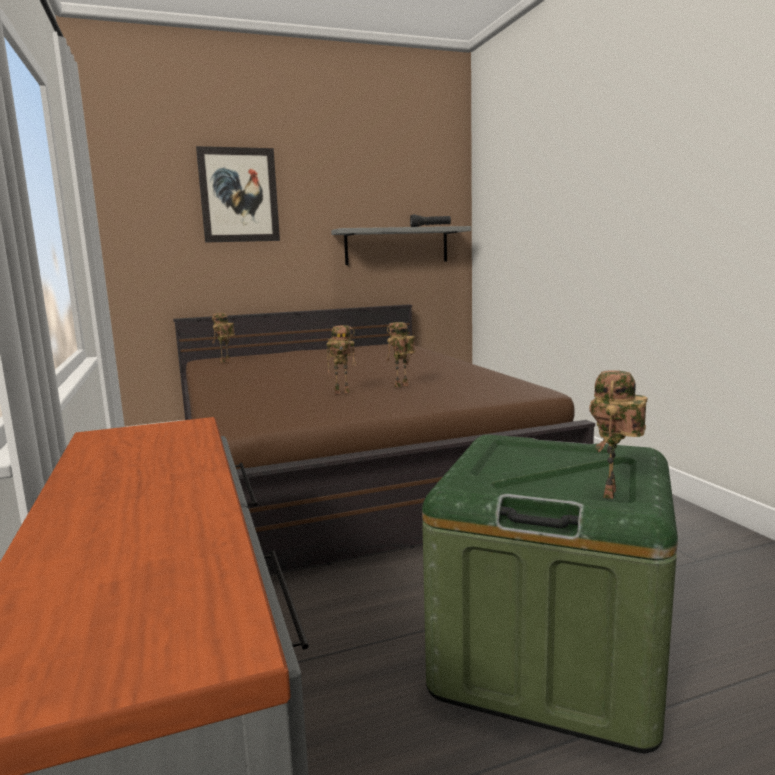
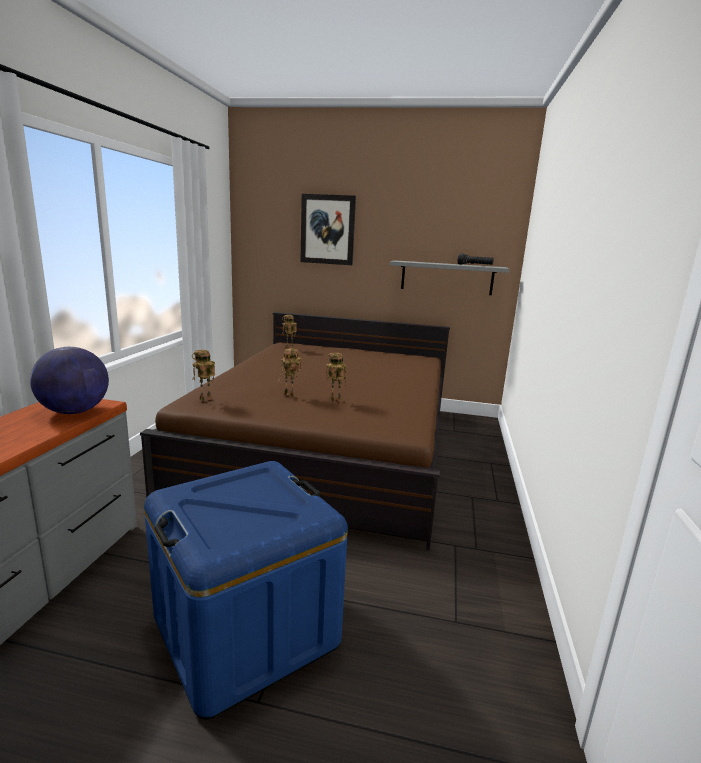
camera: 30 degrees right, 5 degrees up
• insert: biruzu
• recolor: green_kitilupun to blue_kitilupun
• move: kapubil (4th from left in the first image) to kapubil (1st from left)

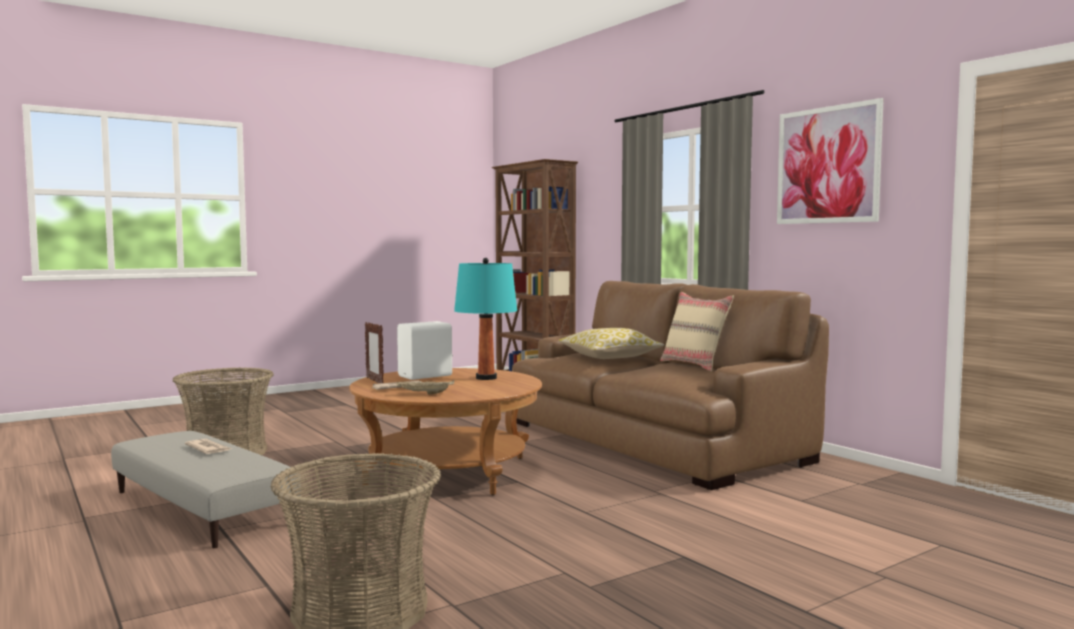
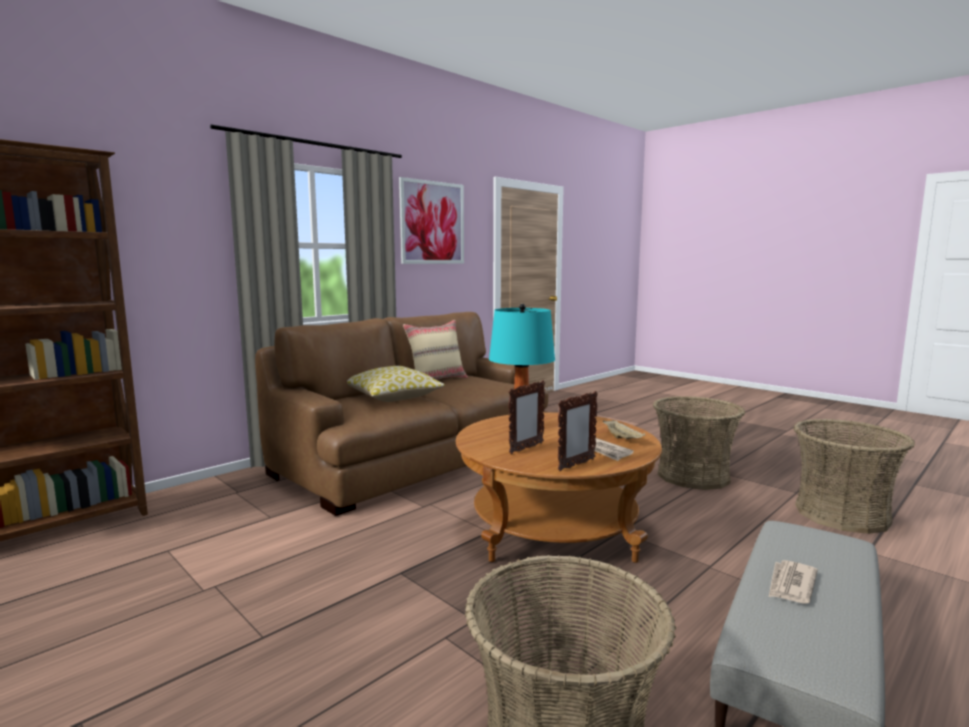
camera: 100 degrees left, 5 degrees up
• replace: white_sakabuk to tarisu (1st from left)
• insert: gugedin (2nd from left)

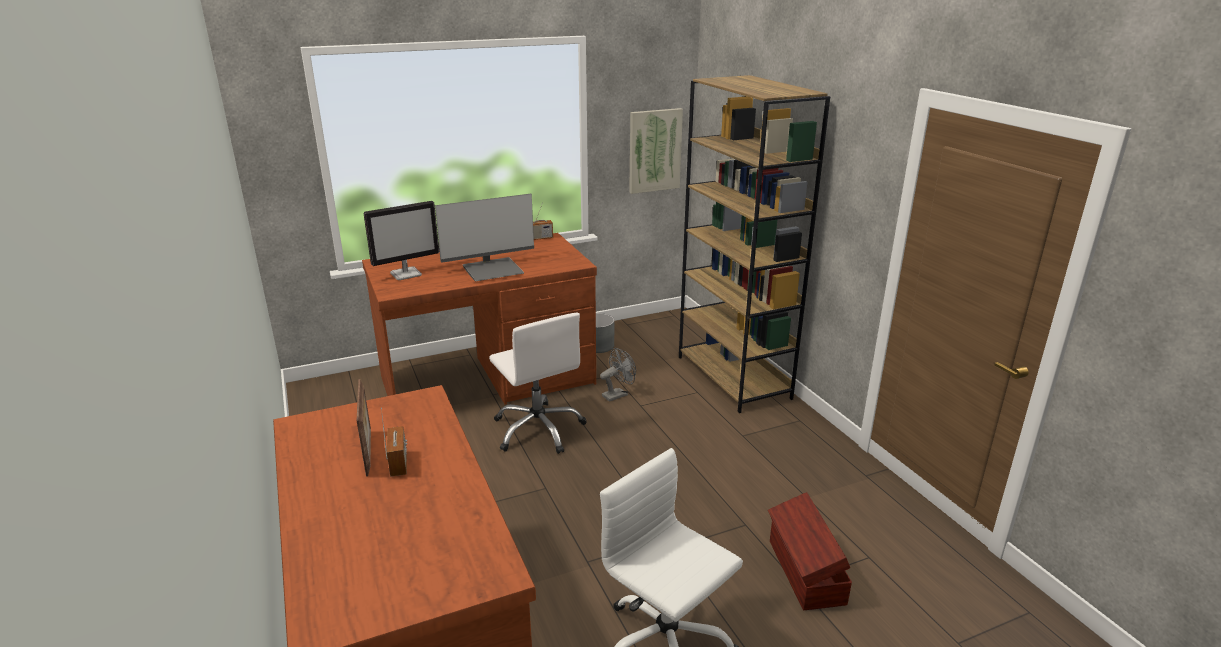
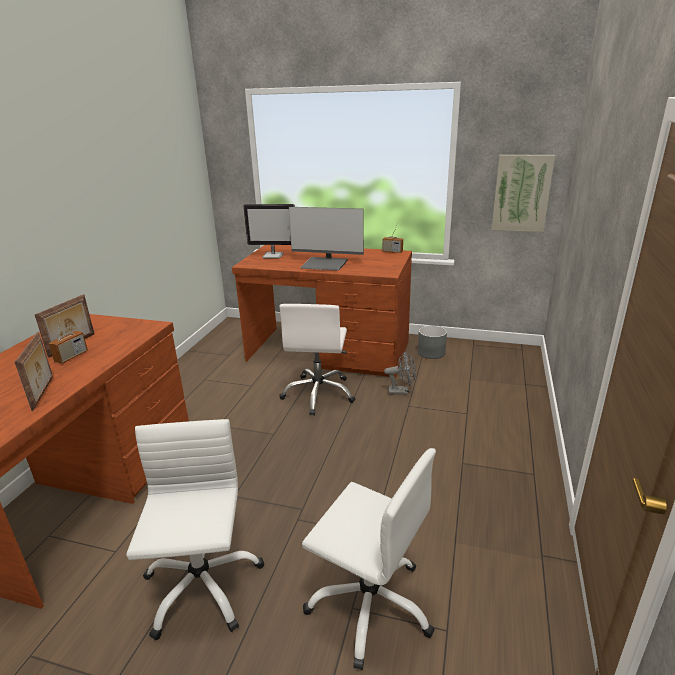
camera: 40 degrees right, 0 degrees up
• insert: tarisu (1st from left)
• replace: brown_kitilupun to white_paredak (3rd from left)
• delete: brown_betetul

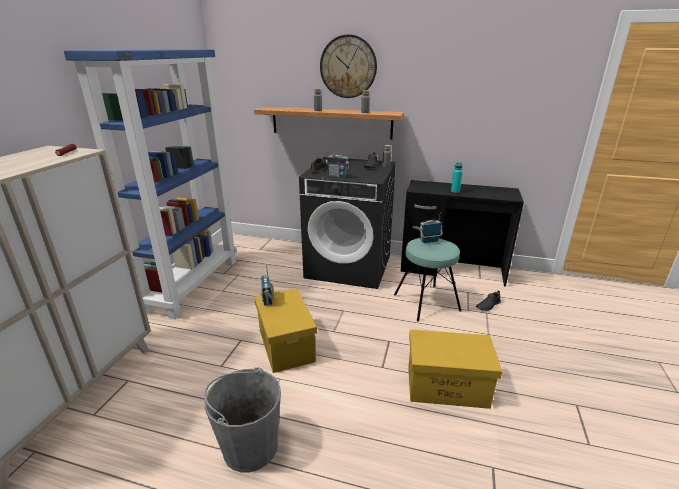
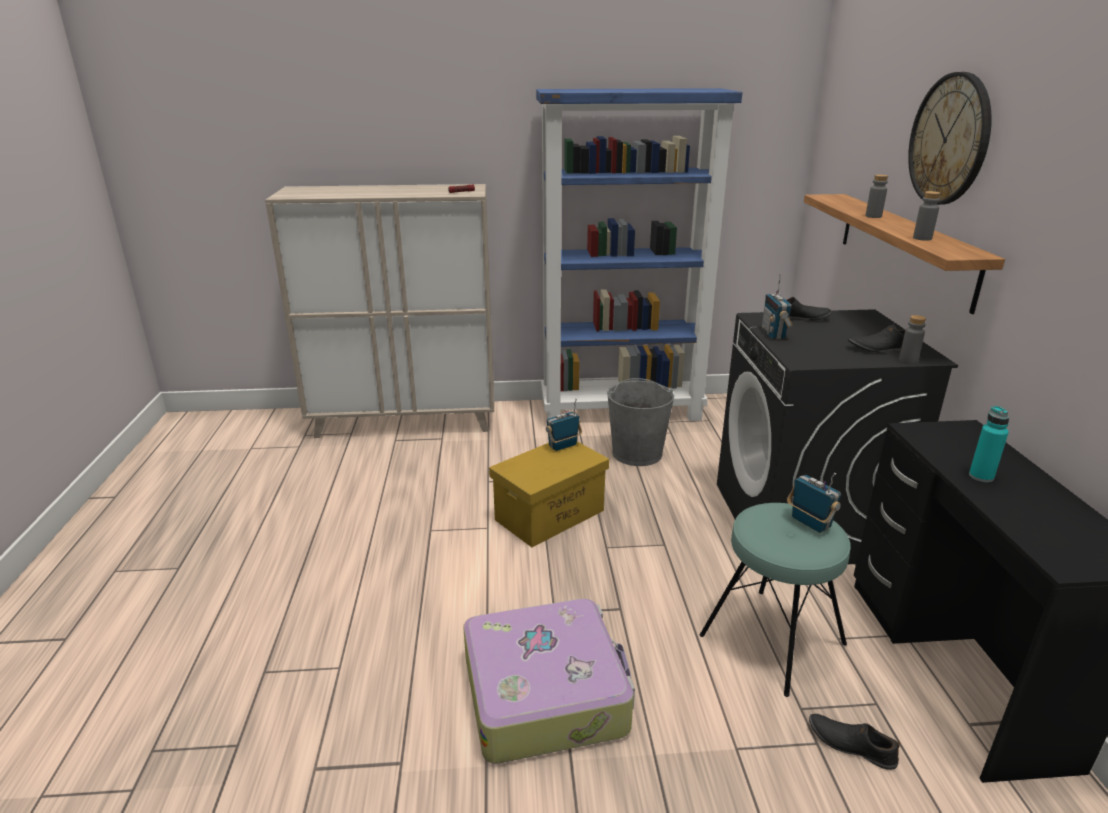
camera: 70 degrees right, 0 degrees up
• replace: yellow_kitilupun (2nd from left) to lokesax
• move: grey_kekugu

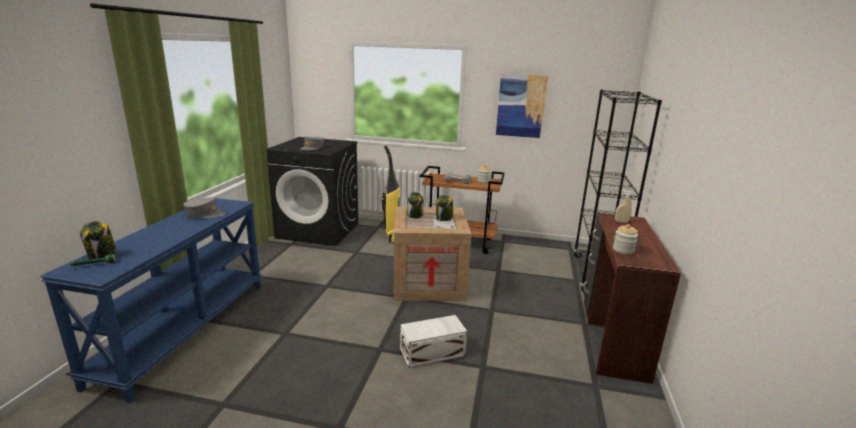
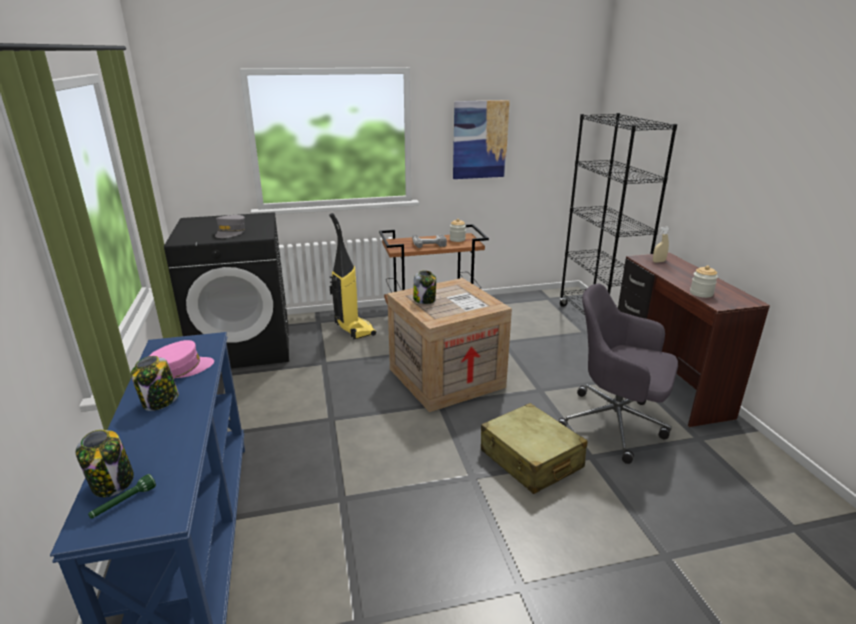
camera: 25 degrees left, 5 degrees up
• move: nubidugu (3rd from left in the first image) to nubidugu (2nd from left)
• recolor: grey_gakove (1st from left) to pink_gakove
• replace: white_kitilupun to beige_lokesax
• insert: grey_paredak

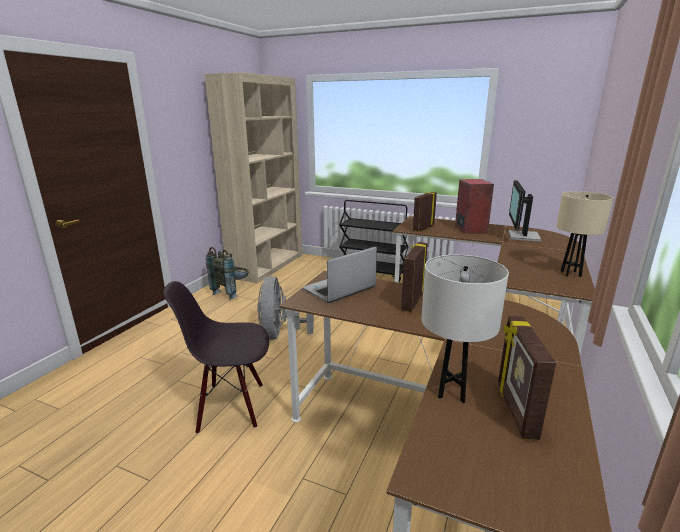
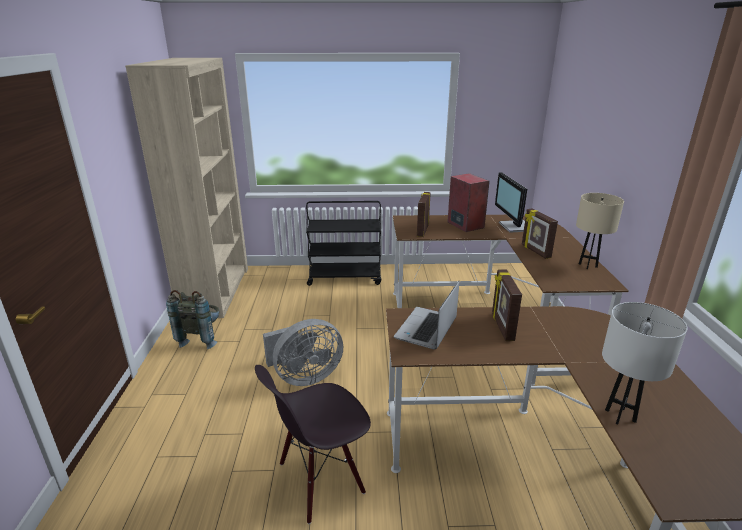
camera: 25 degrees left, 5 degrees up
• rotate: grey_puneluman 90 degrees counterclockwise
• move: tarisu (3rd from left)

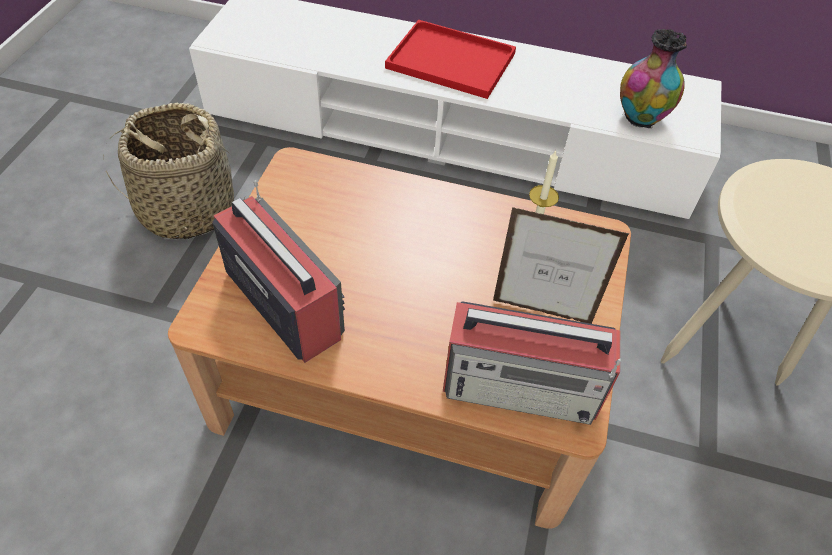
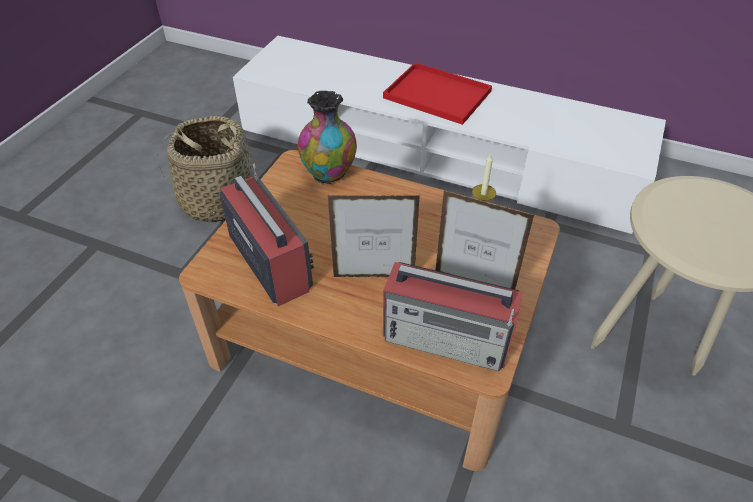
camera: 10 degrees right, 5 degrees down
• move: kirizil
• insert: tarisu (1st from left)

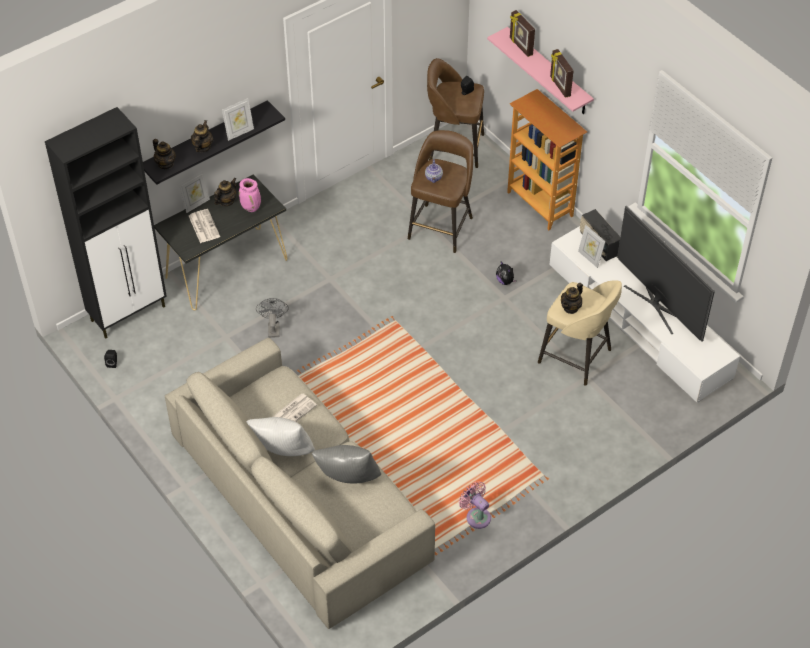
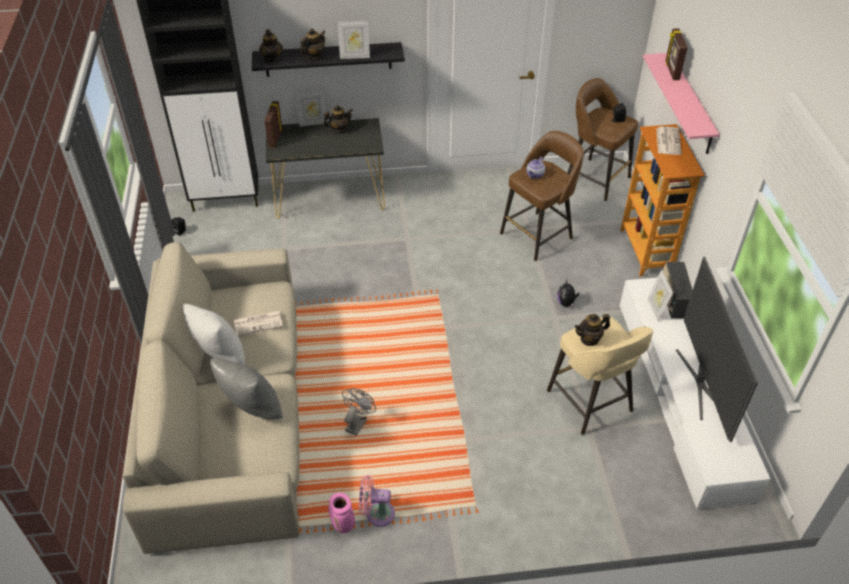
camera: 30 degrees right, 5 degrees down
• move: tarisu (4th from left in the first image) to tarisu (1st from left)
• move: pink_kirizil
• move: grey_puneluman
• rotate: pink_puneluman 75 degrees counterclockwise
• move: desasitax (1st from left in the first image) to desasitax (2nd from left)

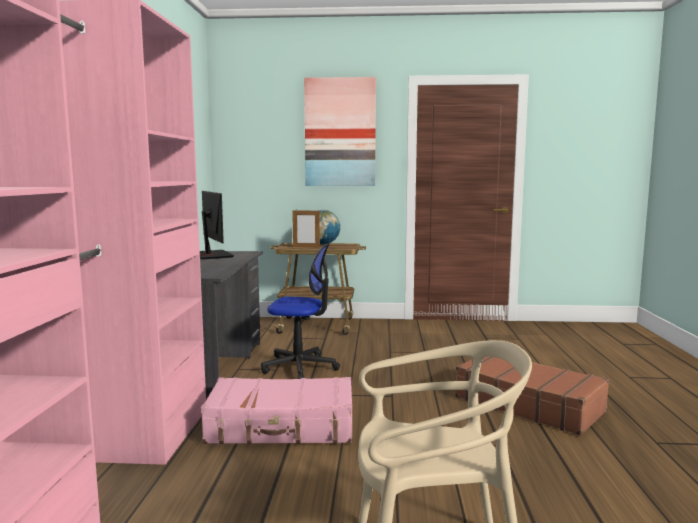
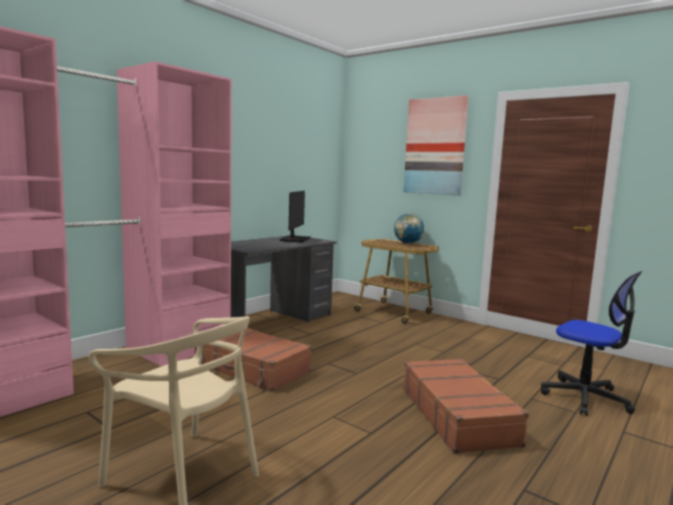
camera: 35 degrees right, 0 degrees up
• recolor: pink_lokesax to brown_lokesax (1st from left)
• move: paredak
• delete: tarisu

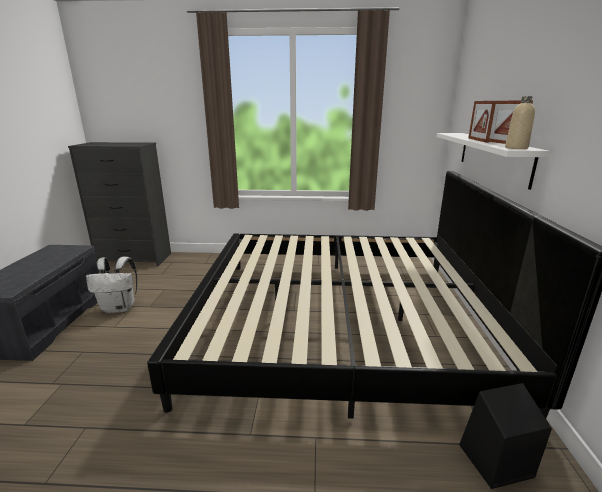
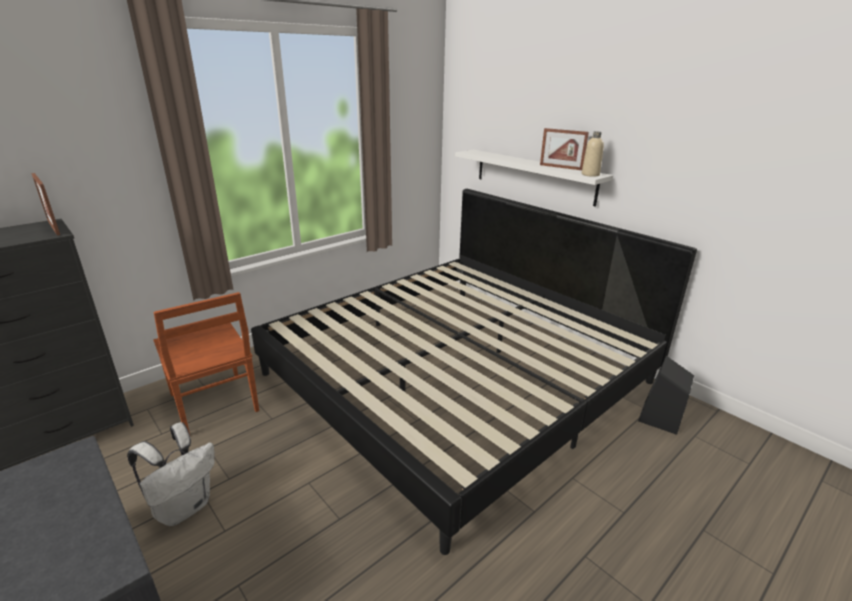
camera: 45 degrees left, 5 degrees up
• move: tarisu (1st from left)
• insert: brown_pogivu

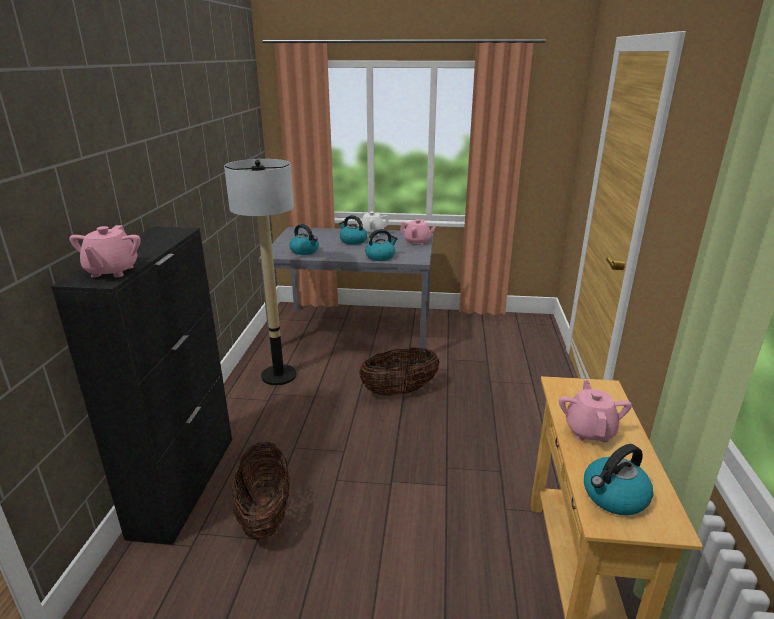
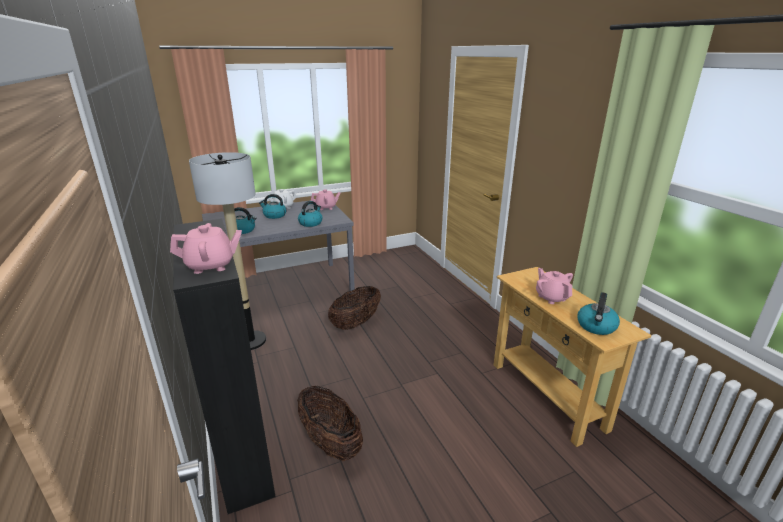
camera: 30 degrees left, 0 degrees up
• rotate: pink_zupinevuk (1st from left) 75 degrees counterclockwise

